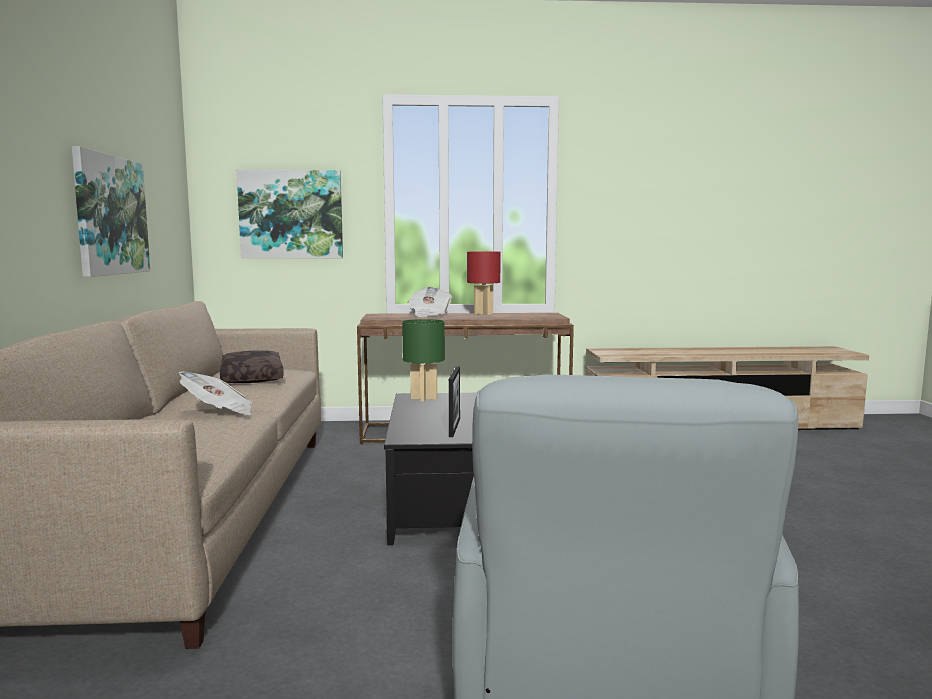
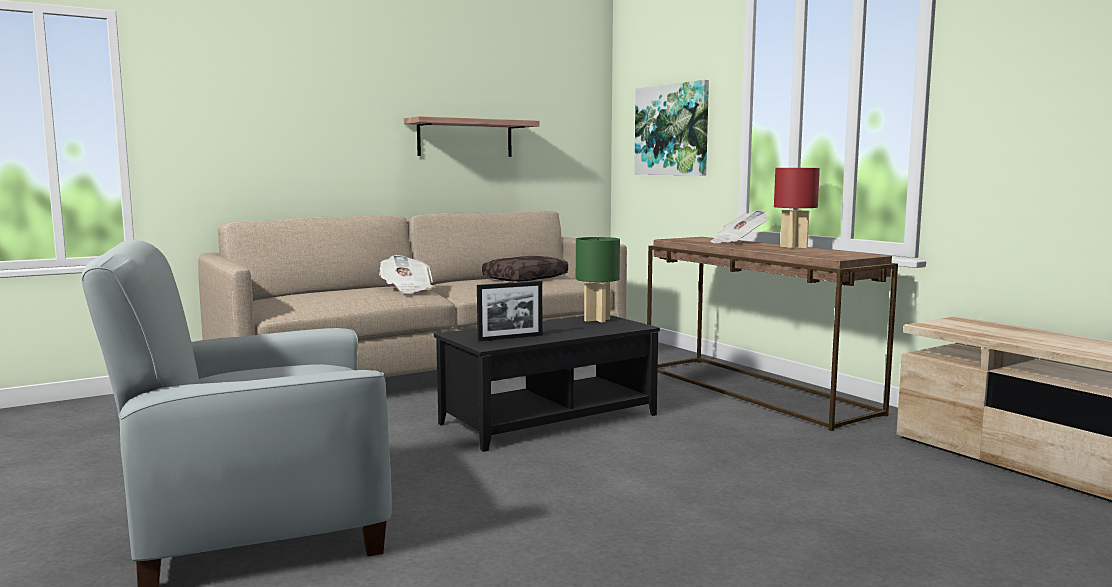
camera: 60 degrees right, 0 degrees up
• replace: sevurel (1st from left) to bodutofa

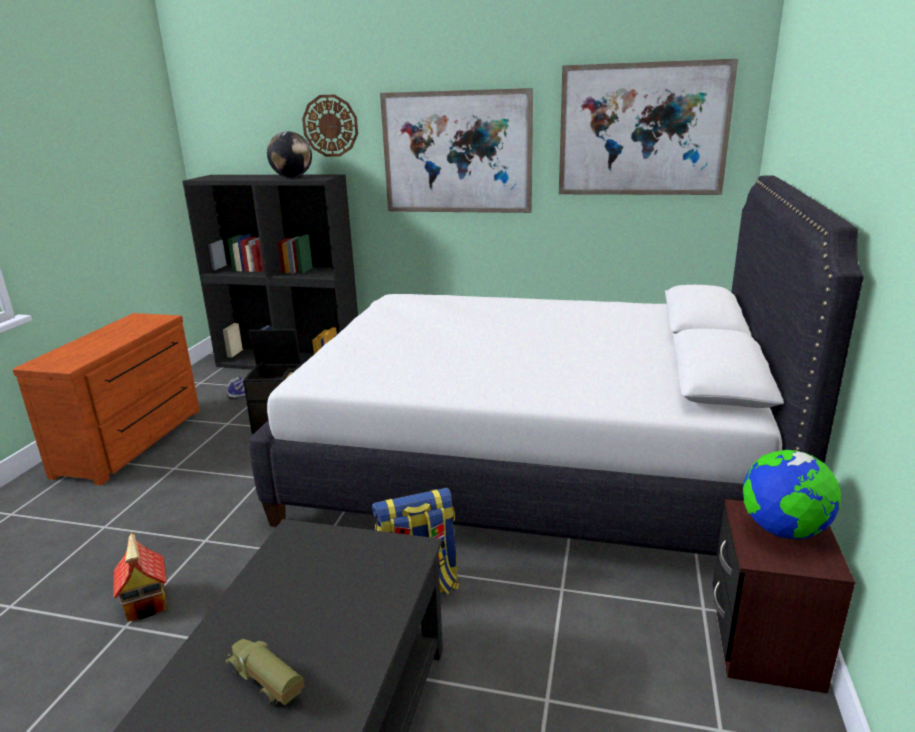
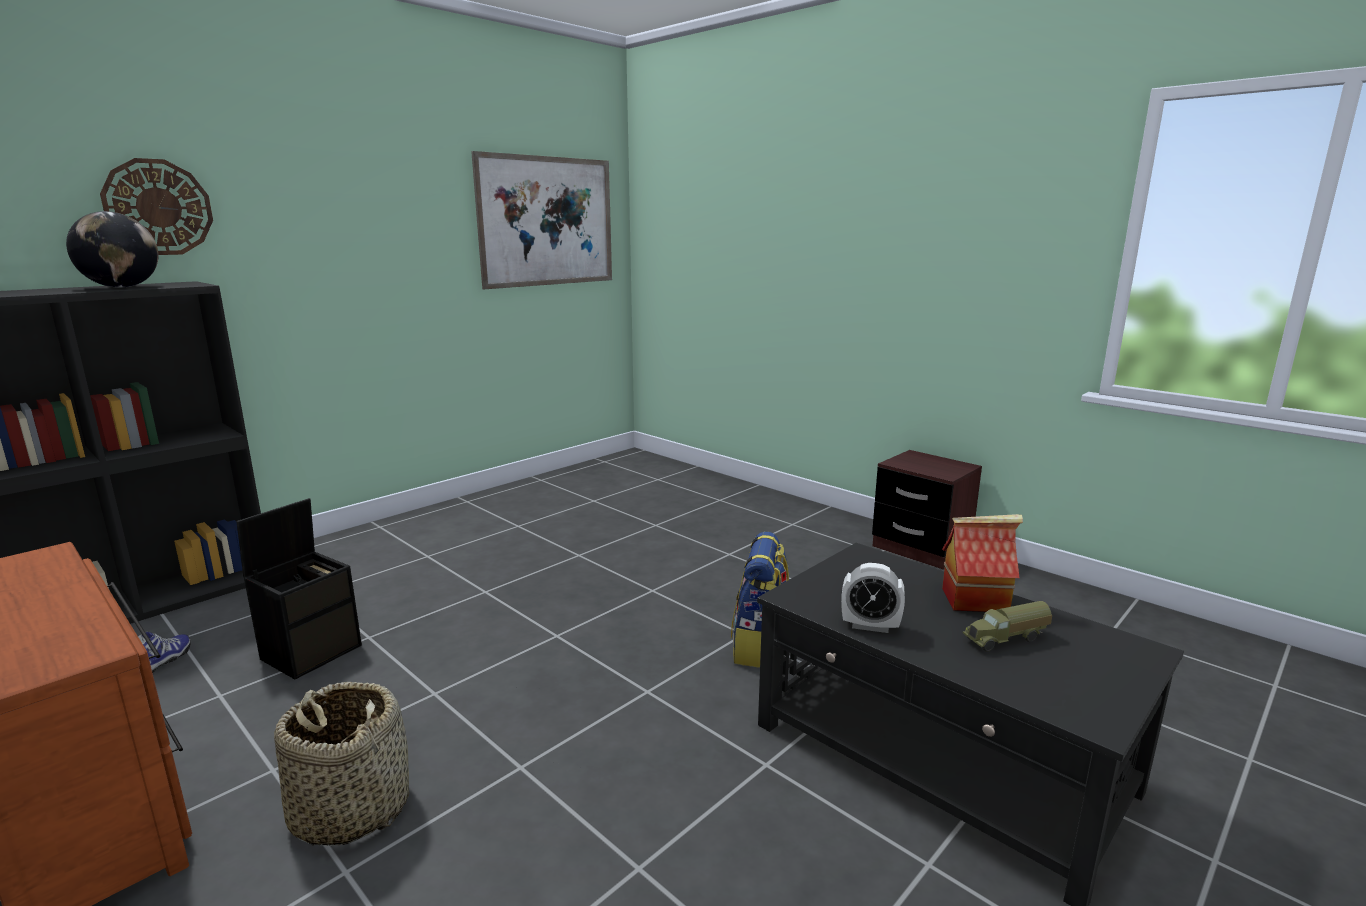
camera: 60 degrees left, 5 degrees down
• insert: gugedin
• insert: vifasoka
• move: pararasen
• delete: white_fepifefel
• delete: sevurel (1st from left)
• delete: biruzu (2nd from left)

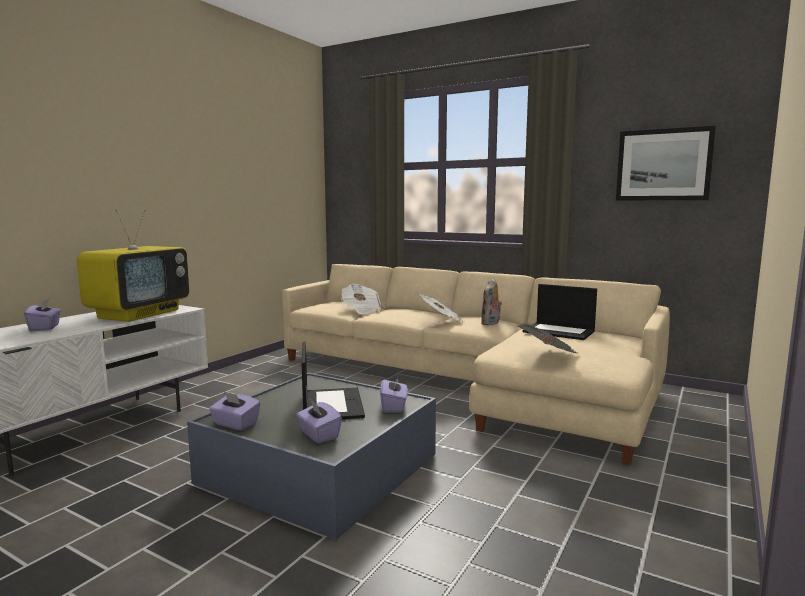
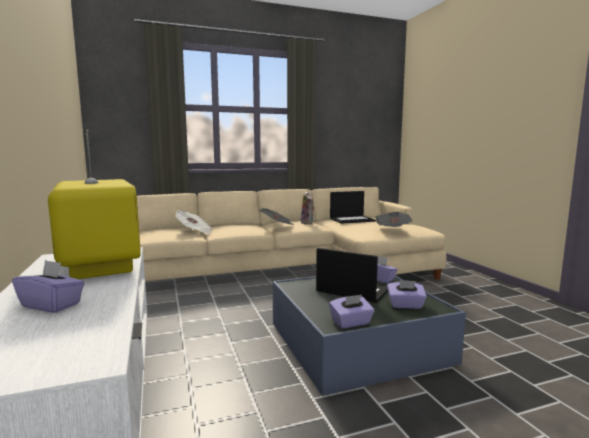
camera: 50 degrees left, 0 degrees up
• delete: sevurel

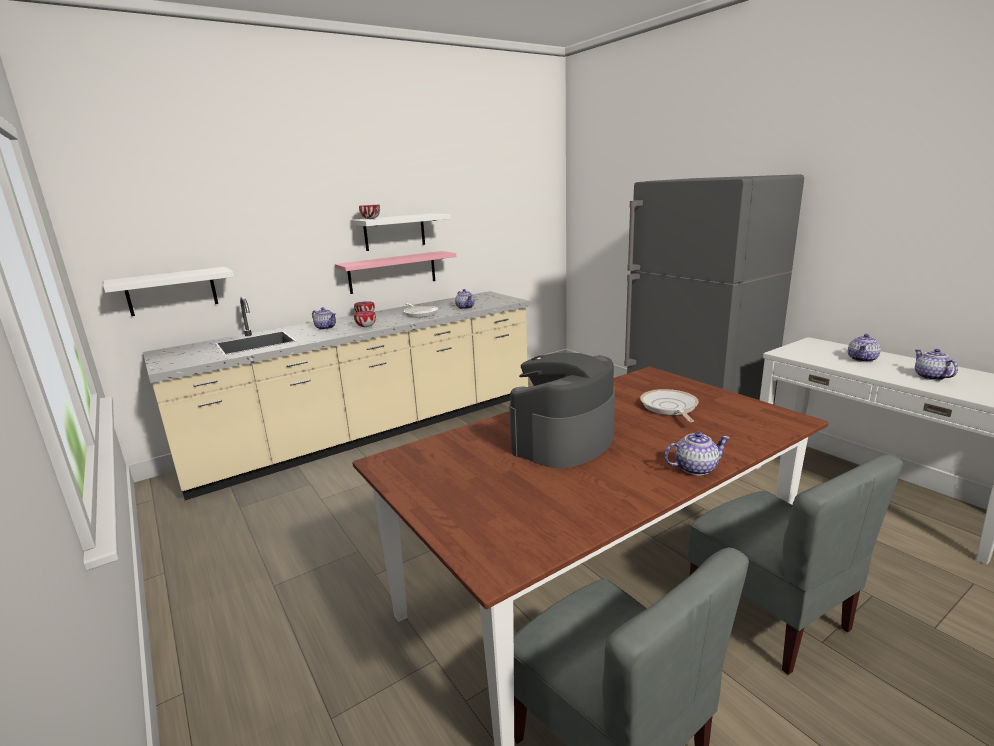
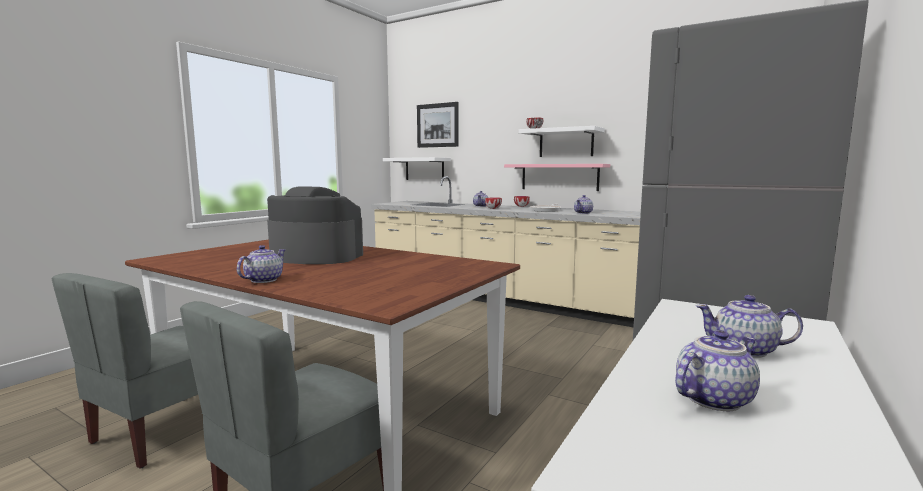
camera: 65 degrees right, 10 degrees down
• rotate: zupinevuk (3rd from left in the first image) 120 degrees counterclockwise
• insert: sevurel
• delete: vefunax (2nd from left)

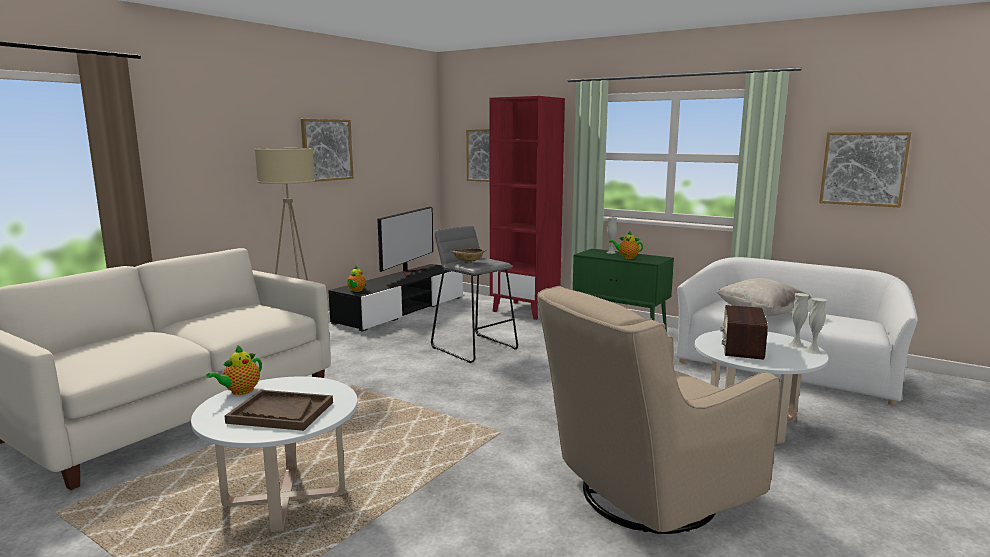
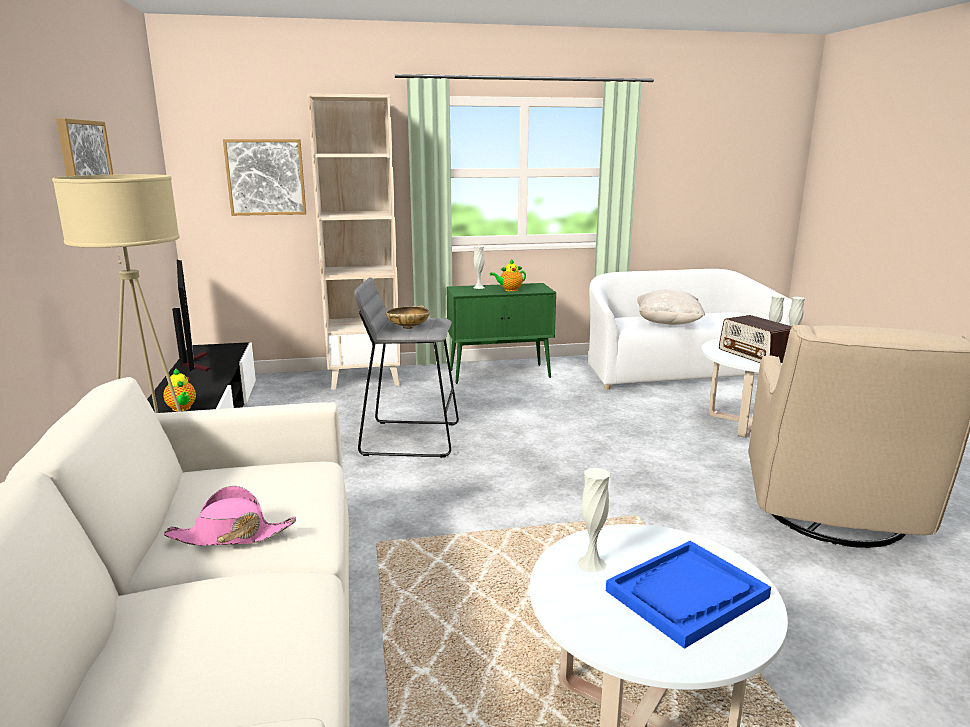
camera: 45 degrees left, 5 degrees up
• insert: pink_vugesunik
• recolor: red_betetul to beige_betetul
• insert: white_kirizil (2nd from left)
• recolor: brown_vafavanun to blue_vafavanun
• delete: zupinevuk (1st from left)
• delete: sevurel (3rd from left)

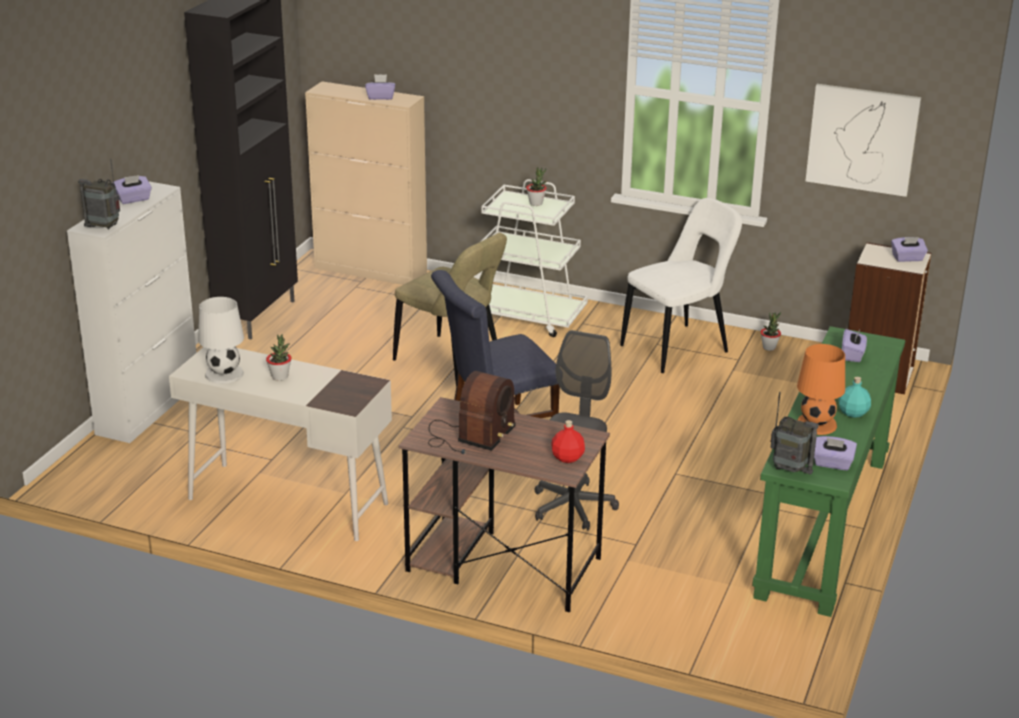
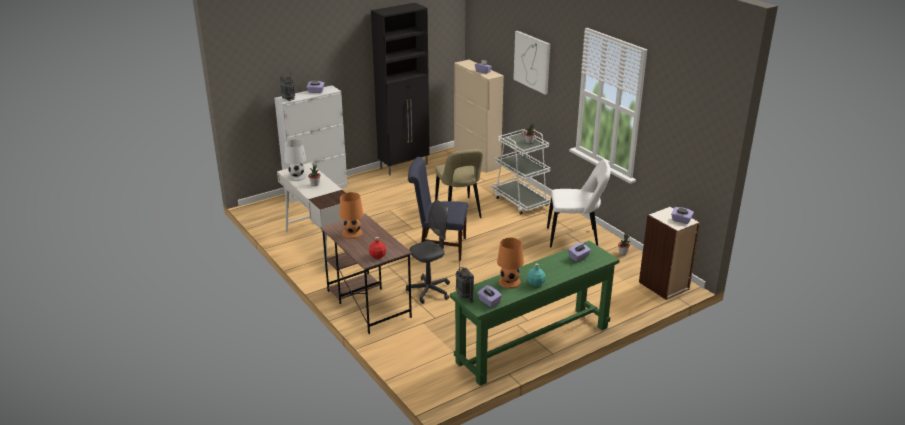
camera: 35 degrees right, 0 degrees up
• replace: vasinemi (2nd from left) to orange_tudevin (1st from left)
• move: sevurel

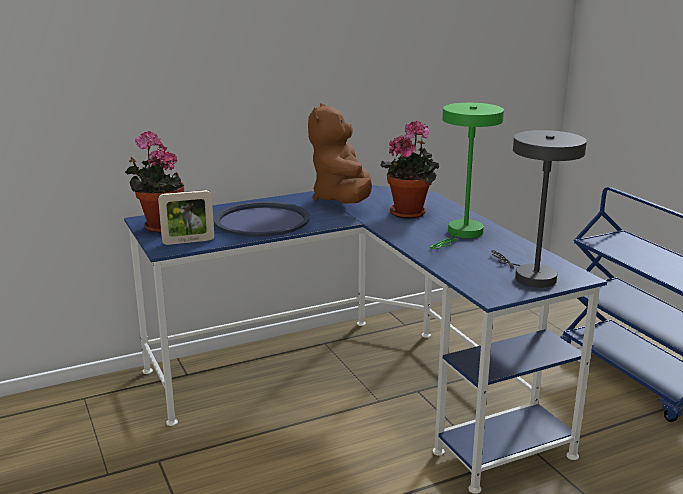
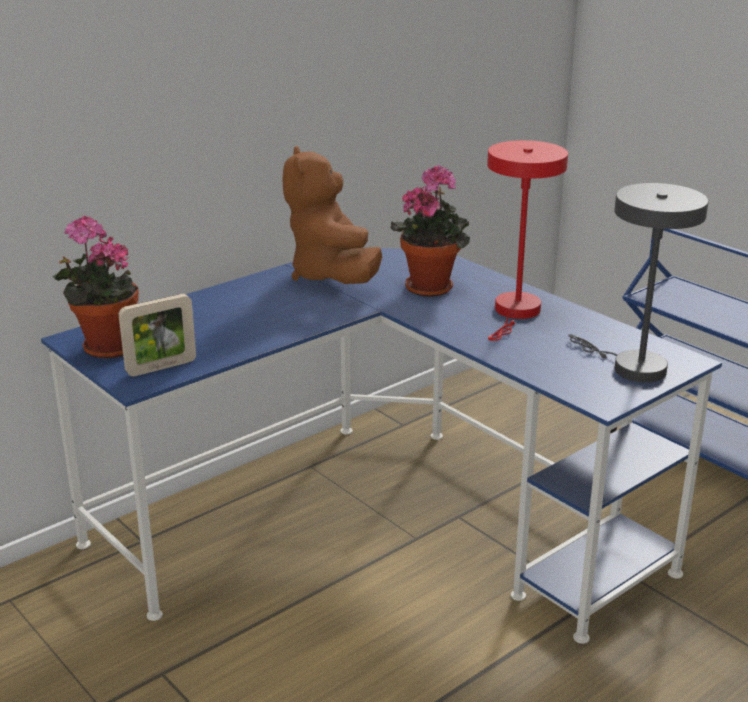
camera: 15 degrees left, 5 degrees up
• recolor: green_tudevin to red_tudevin
• delete: blue_vafavanun

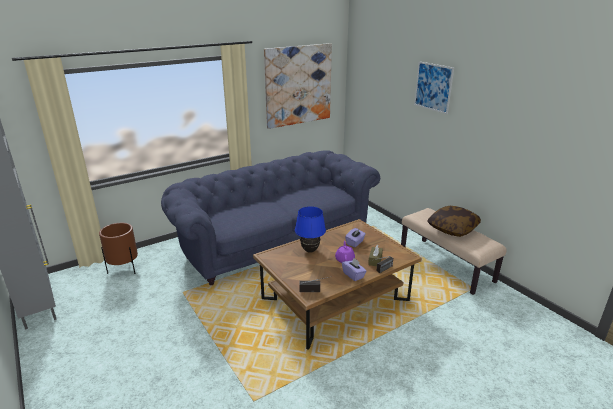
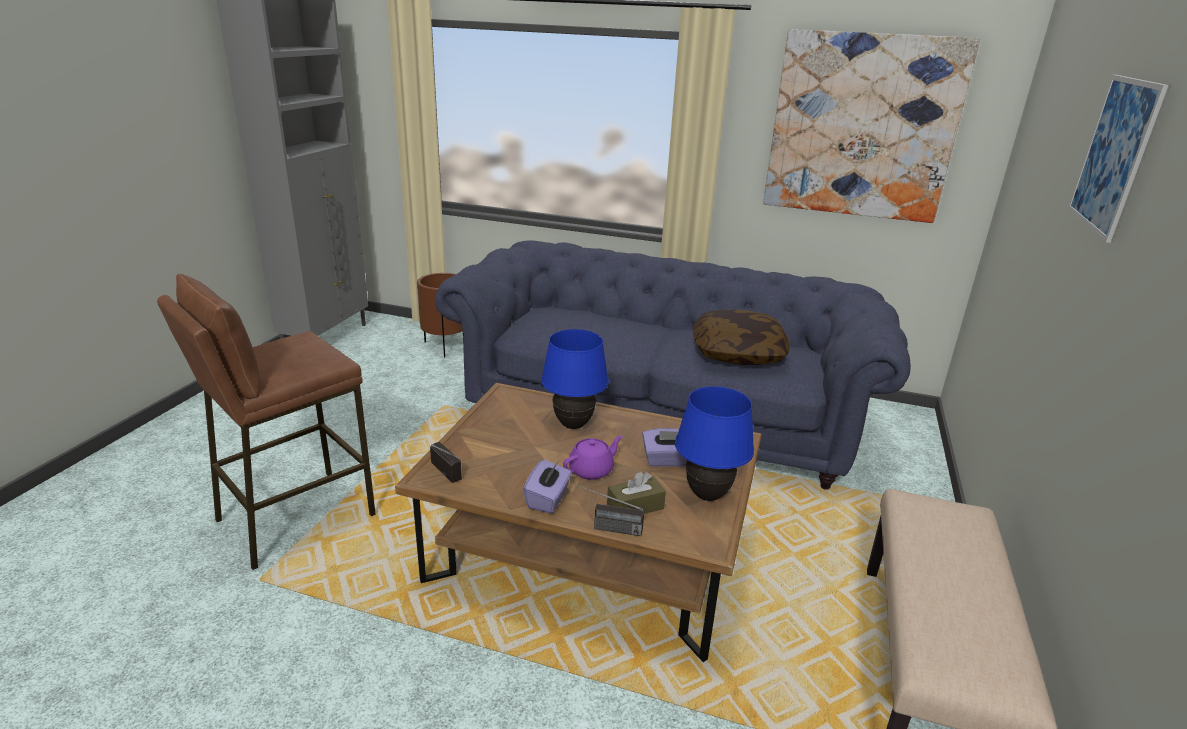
camera: 50 degrees right, 0 degrees up
• insert: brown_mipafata
• insert: blue_tudevin (2nd from left)
• move: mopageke

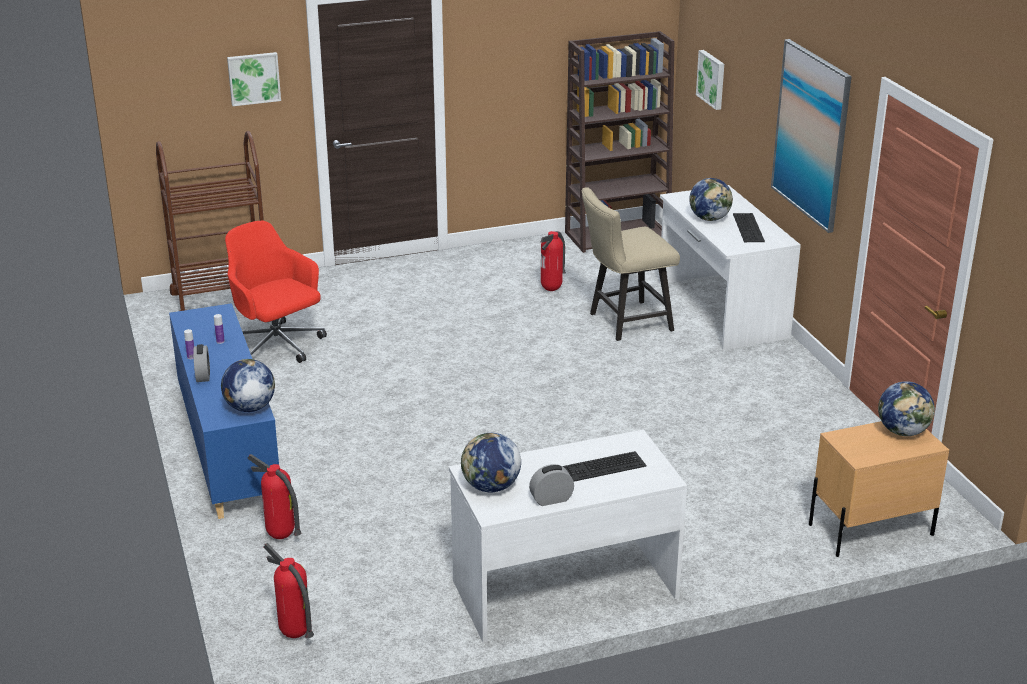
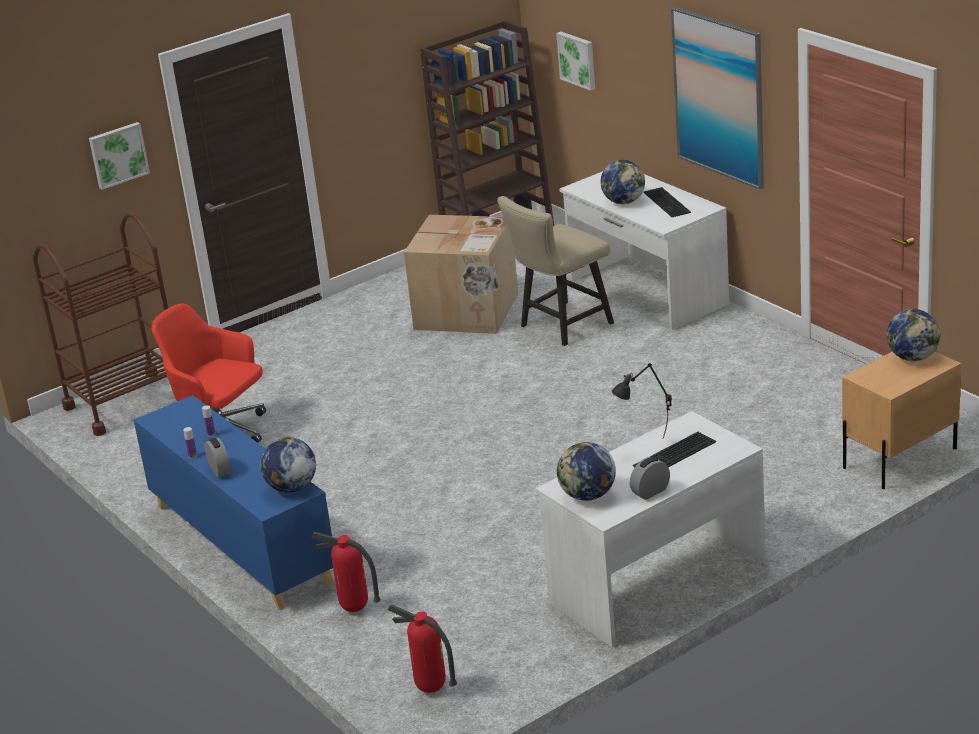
camera: 15 degrees left, 0 degrees up
• replace: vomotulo (3rd from left) to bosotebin
• insert: black_tudevin

